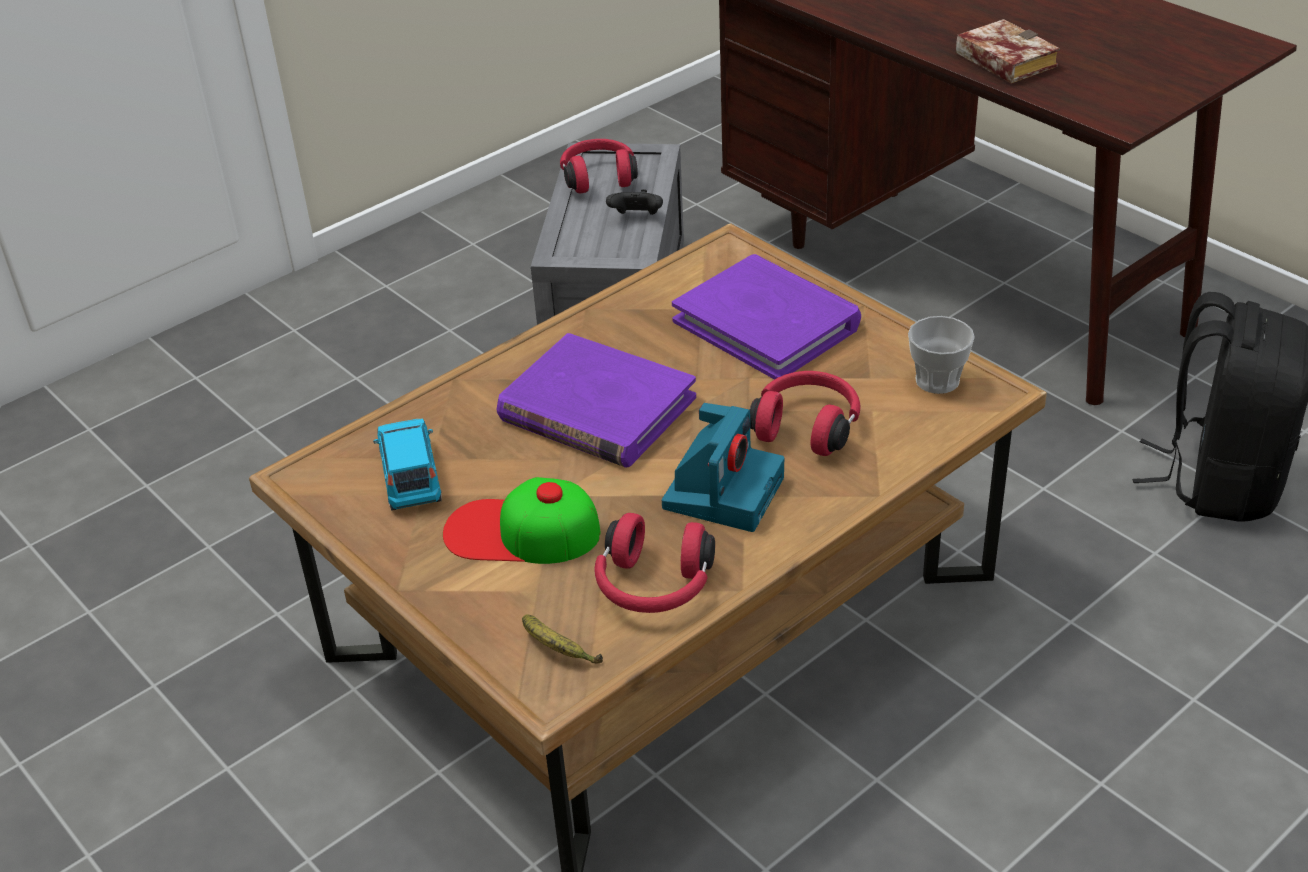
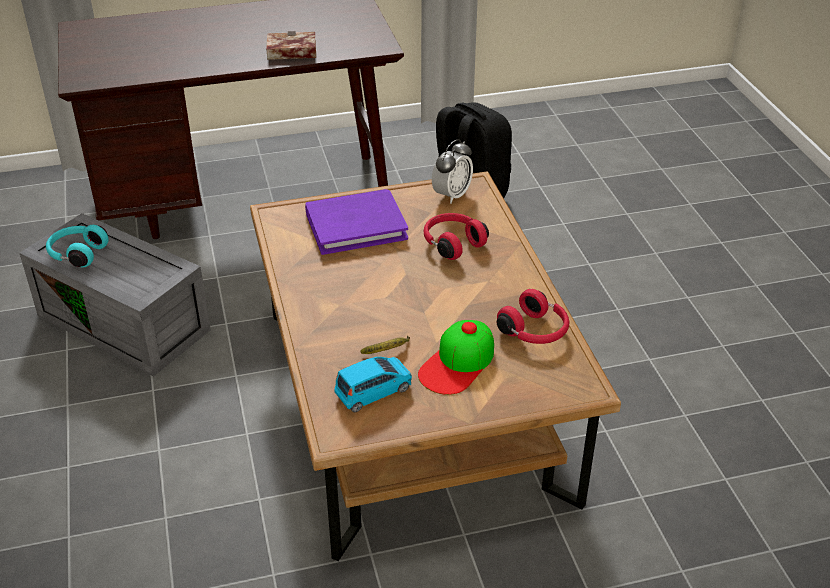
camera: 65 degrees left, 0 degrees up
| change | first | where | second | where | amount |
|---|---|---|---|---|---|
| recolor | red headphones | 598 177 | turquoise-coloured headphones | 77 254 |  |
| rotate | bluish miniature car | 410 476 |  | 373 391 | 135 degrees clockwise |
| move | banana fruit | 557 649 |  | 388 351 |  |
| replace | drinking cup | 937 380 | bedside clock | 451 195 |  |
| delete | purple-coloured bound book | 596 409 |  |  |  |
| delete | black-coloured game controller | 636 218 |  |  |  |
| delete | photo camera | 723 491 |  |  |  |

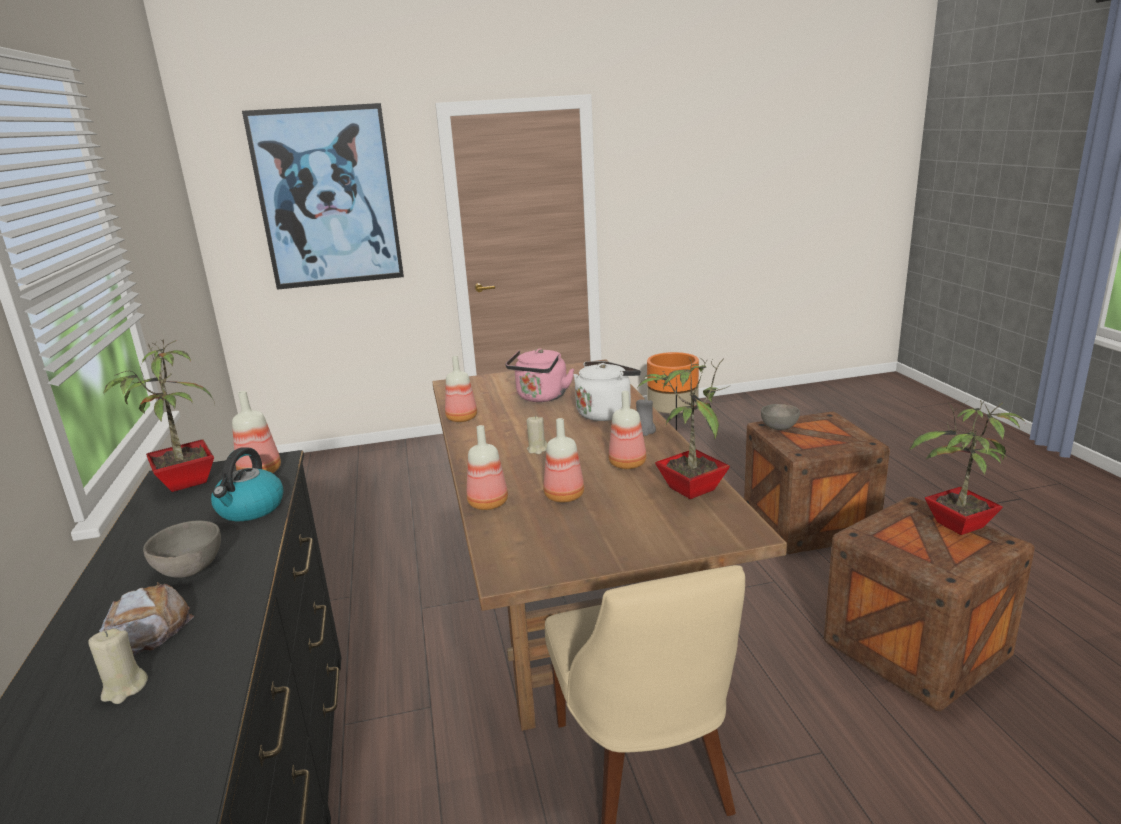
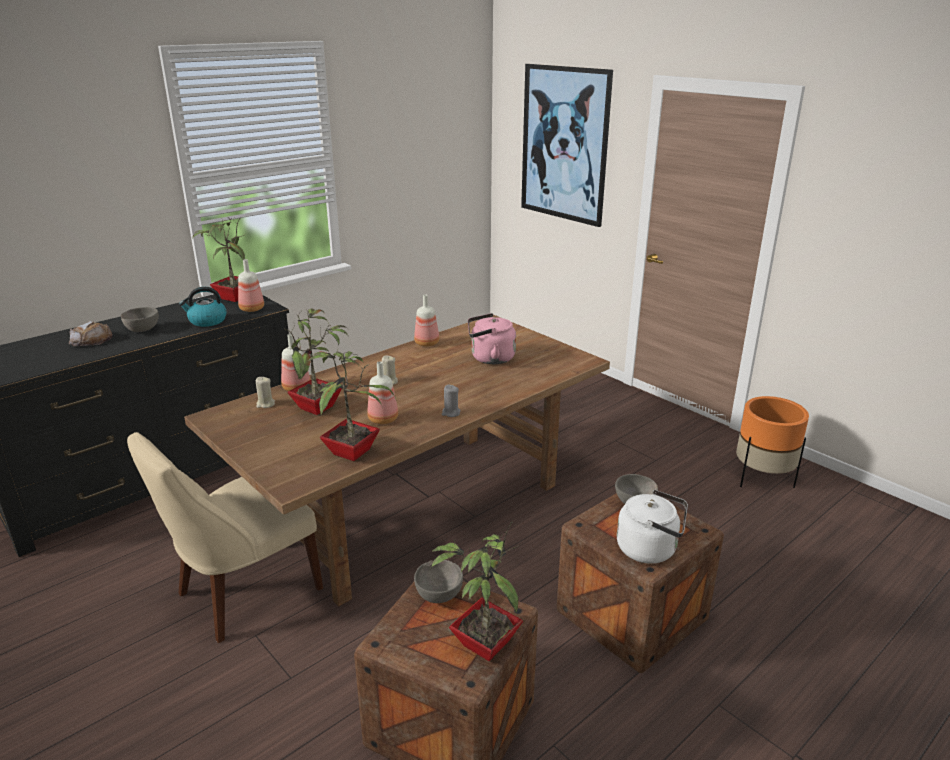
camera: 60 degrees right, 5 degrees up
| change | first | where | second | where | amount |
|---|---|---|---|---|---|
| move | sand-coloured wax light | 124 689 |  | 265 404 |  |
| replace | beverage bottle | 563 496 | houseplant | 318 408 |  |
| insert |  |  | grey serving bowl | 439 595 |  |
| move | whitish kettle | 605 412 |  | 650 549 |  |

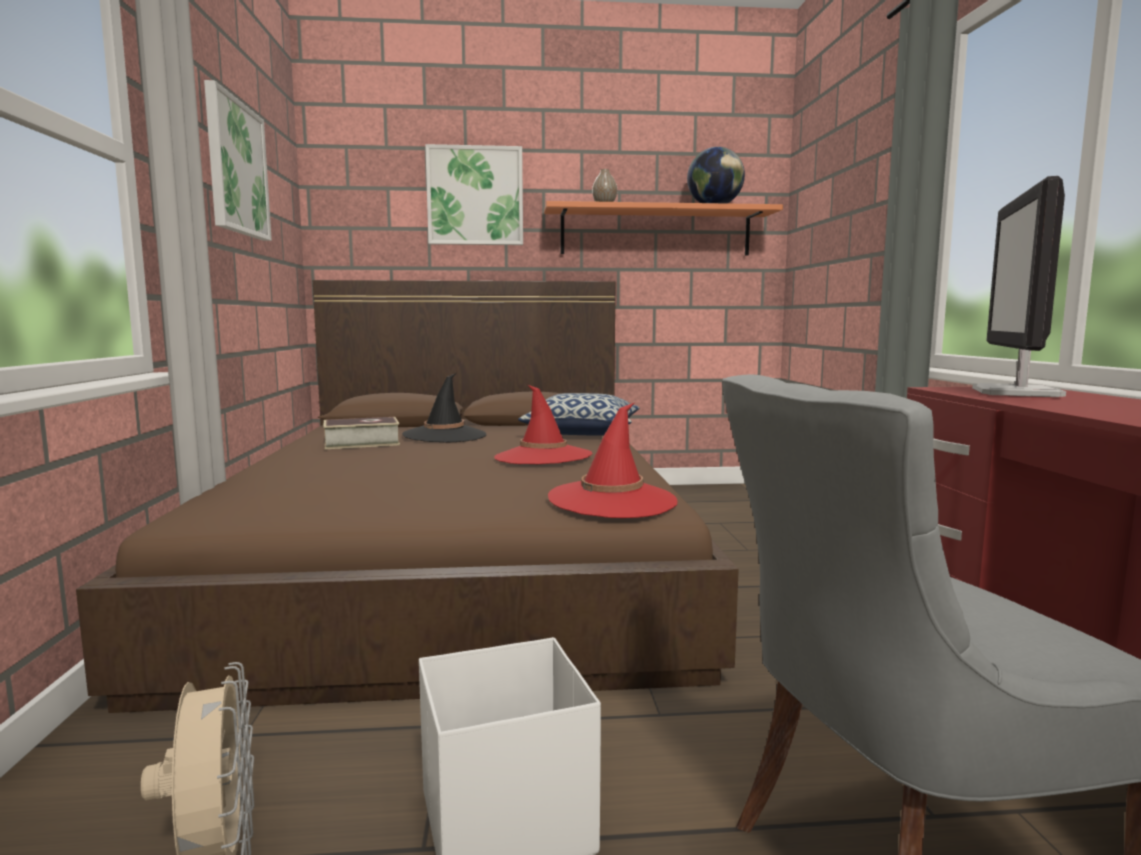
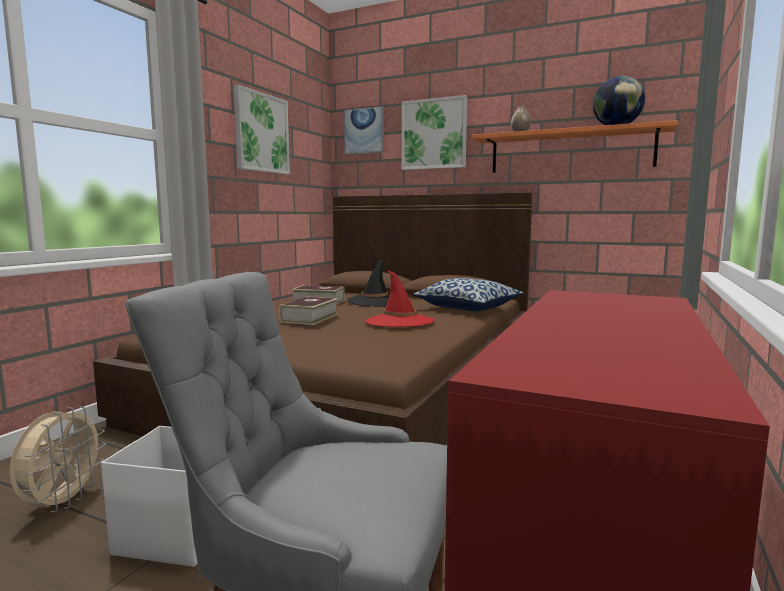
camera: 30 degrees right, 0 degrees up
| change | first | where | second | where | amount |
|---|---|---|---|---|---|
| insert |  |  | bound book | 309 318 |  |
| insert |  |  | wall picture | 364 131 |  |
| delete | red wearable hat | 612 500 |  |  |  |
| delete | computer display | 1017 393 |  |  |  |

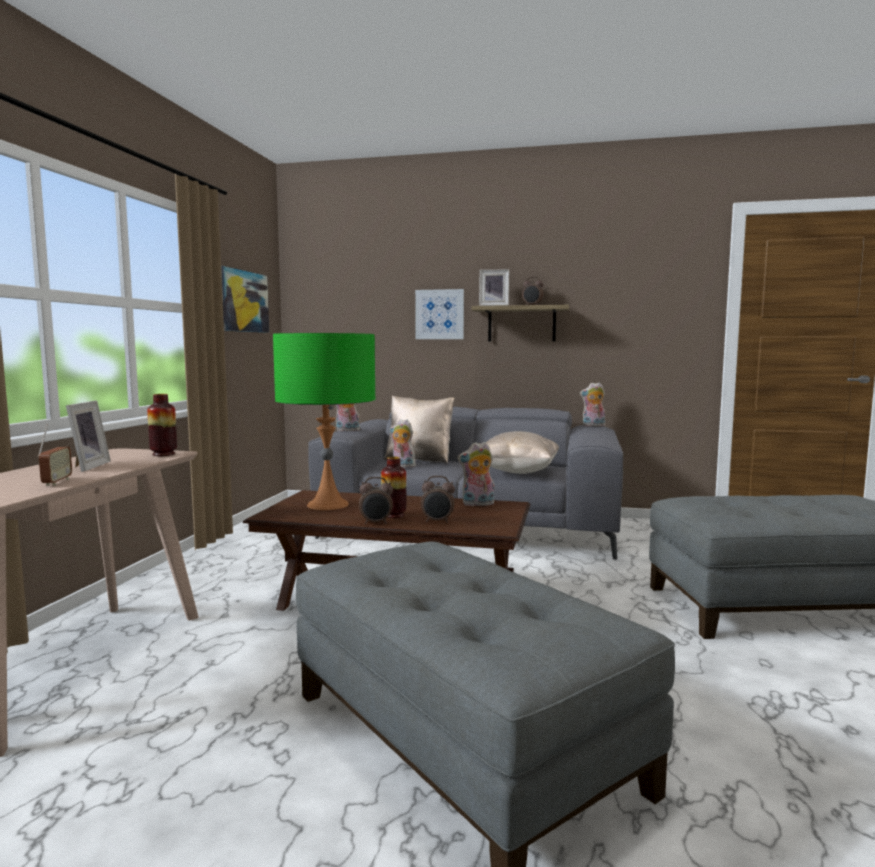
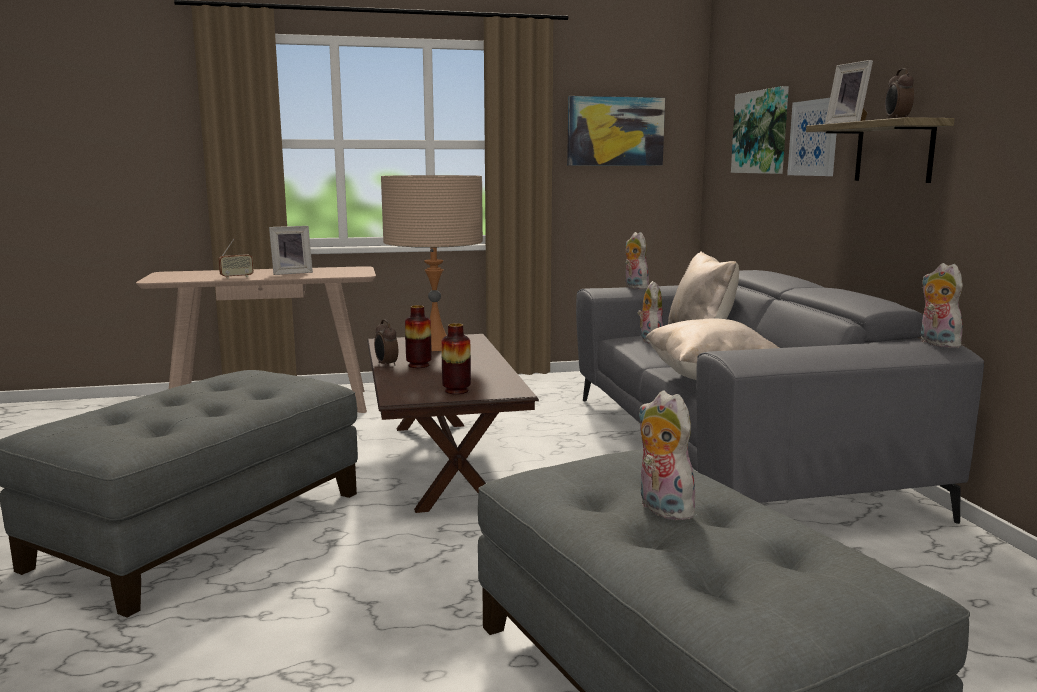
camera: 65 degrees right, 5 degrees up
| change | first | where | second | where | amount |
|---|---|---|---|---|---|
| recolor | green table lamp | 328 505 | sand-coloured table lamp | 435 346 |  |
| move | decorative vase | 163 454 |  | 456 391 |  |
| move | soft toy | 477 504 |  | 661 509 |  |
| insert |  |  | wall picture | 761 132 |  |
| delete | bedside clock | 437 521 |  |  |  |

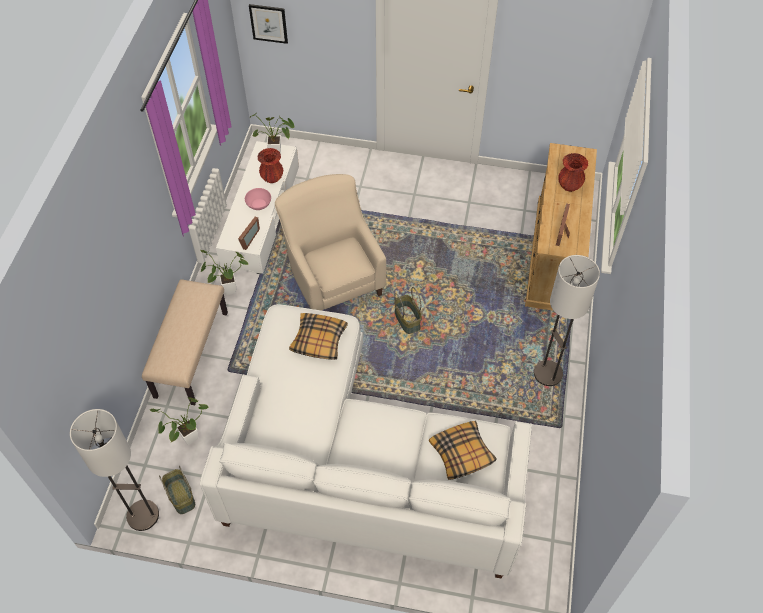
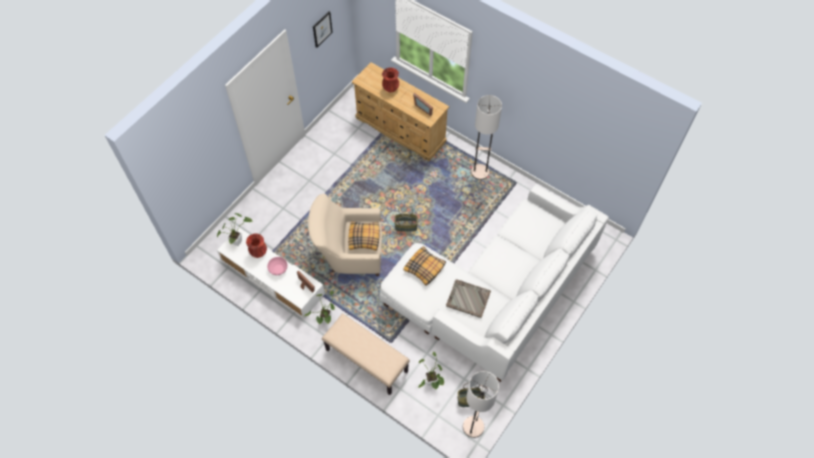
camera: 65 degrees left, 5 degrees up
| change | first | where | second | where | amount |
|---|---|---|---|---|---|
| move | wall picture | 268 23 |  | 322 29 |  |
| move | pillow | 461 454 |  | 364 238 |  |
| insert |  |  | grey tray | 467 298 |  |

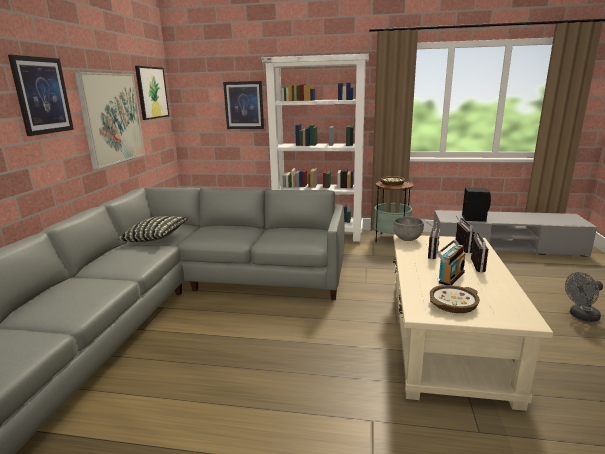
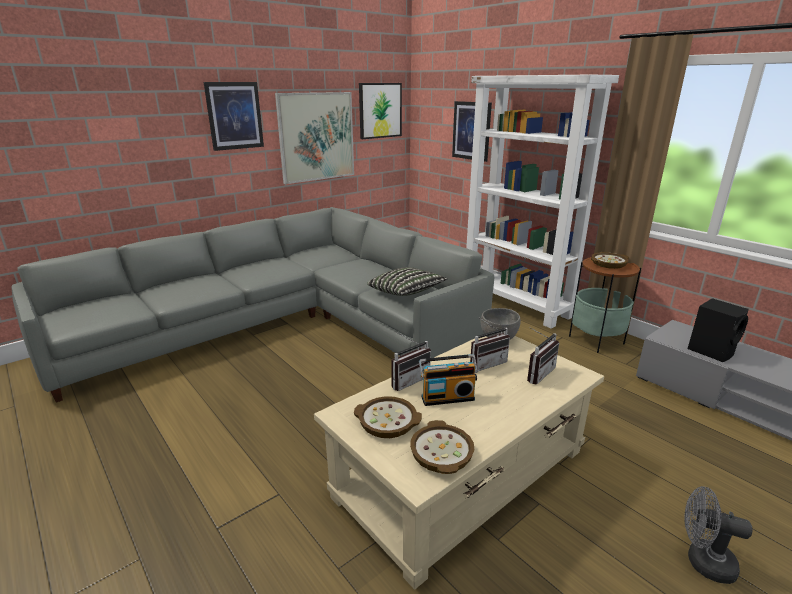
camera: 40 degrees right, 5 degrees up
| change | first | where | second | where | amount |
|---|---|---|---|---|---|
| move | pillow | 156 238 |  | 406 293 |  |
| move | radio receiver | 473 265 |  | 408 380 |  |
| insert |  |  | serving bowl | 441 454 |  |

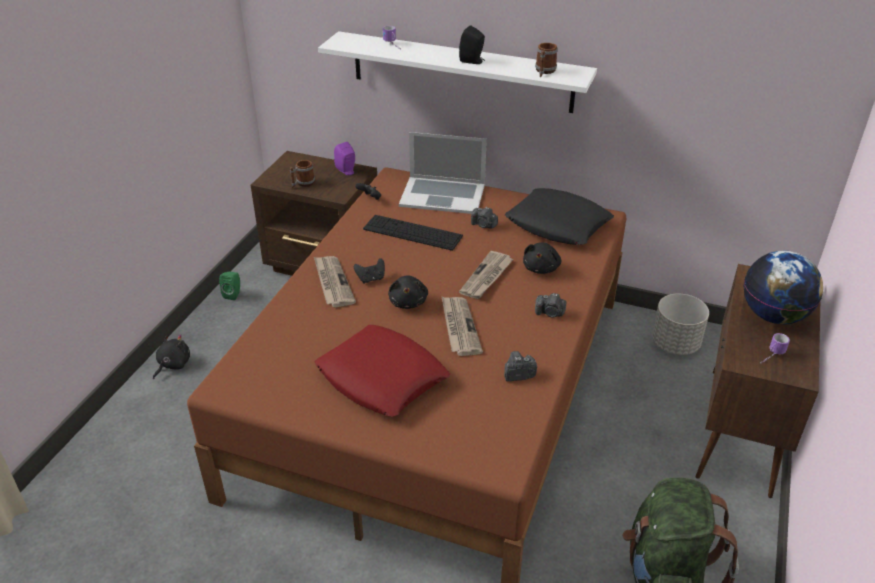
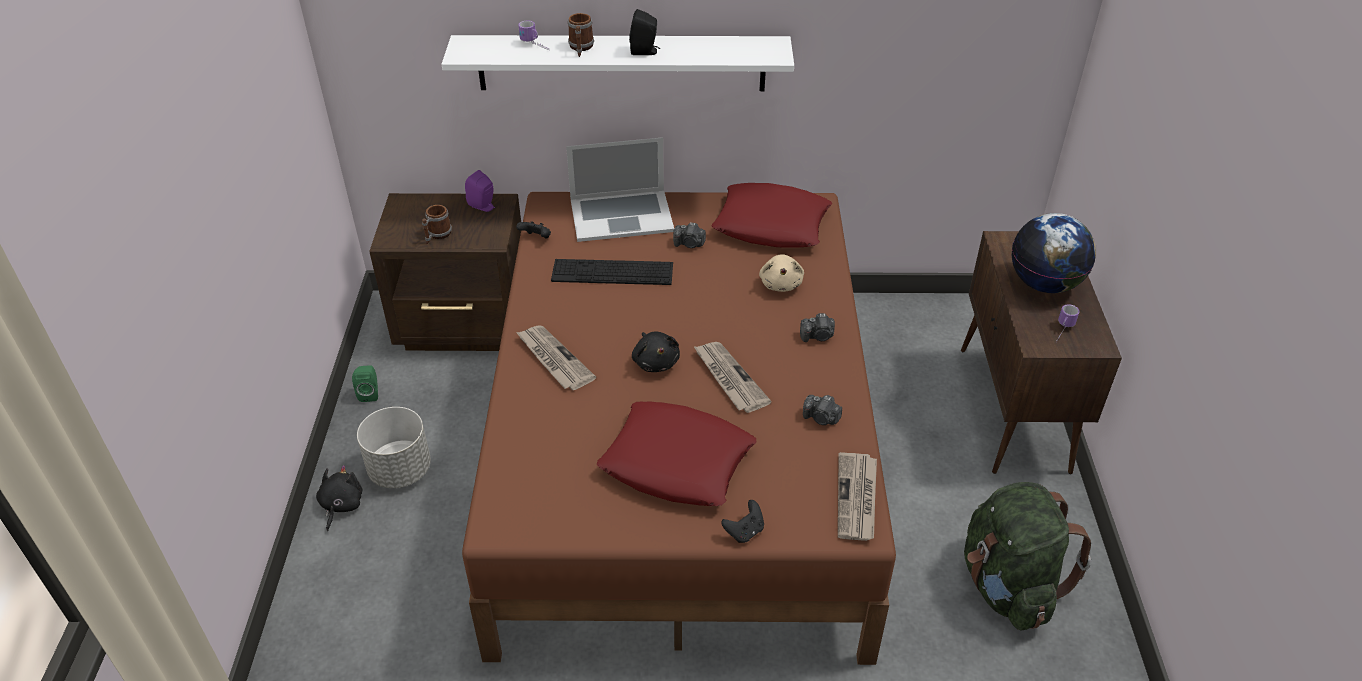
camera: 20 degrees left, 5 degrees up
| change | first | where | second | where | amount |
|---|---|---|---|---|---|
| move | grey planter | 675 344 |  | 400 470 |  |
| move | coffee mug | 544 72 |  | 581 48 |  |
| recolor | black-coloured pillow | 558 224 | red pillow | 771 224 |  |
| move | black-coloured game controller | 371 279 |  | 744 531 |  |
| recolor | black-coloured soft toy | 541 268 | sand-coloured soft toy | 781 283 |  |
| rotate | photo camera | 518 375 |  | 821 418 | 120 degrees counterclockwise |
| move | daily paper | 486 277 |  | 857 499 |  |

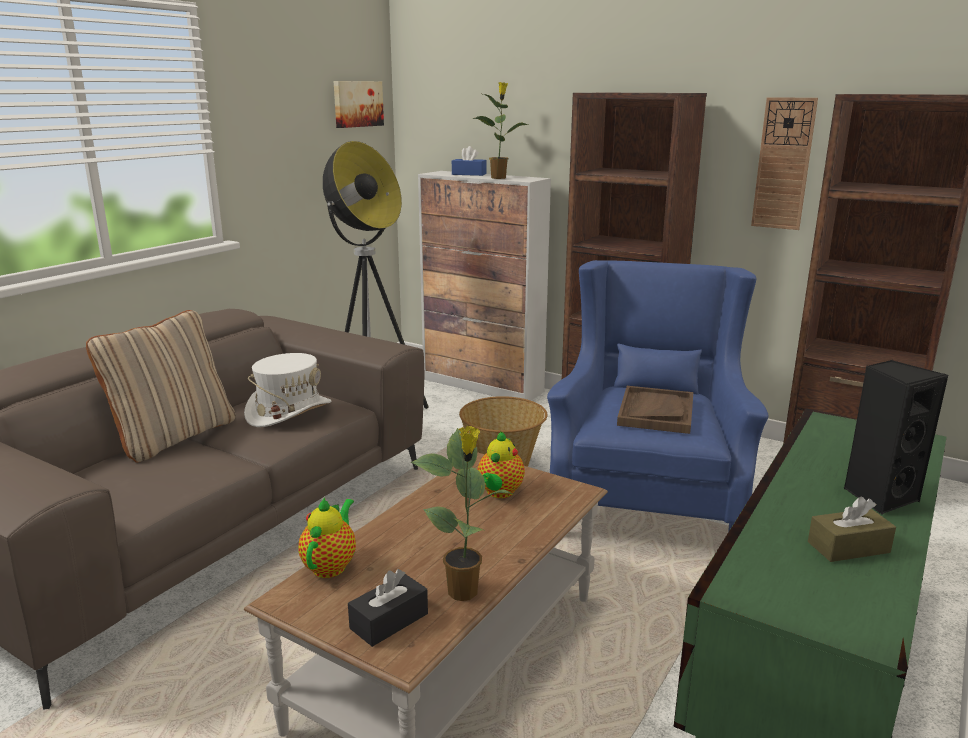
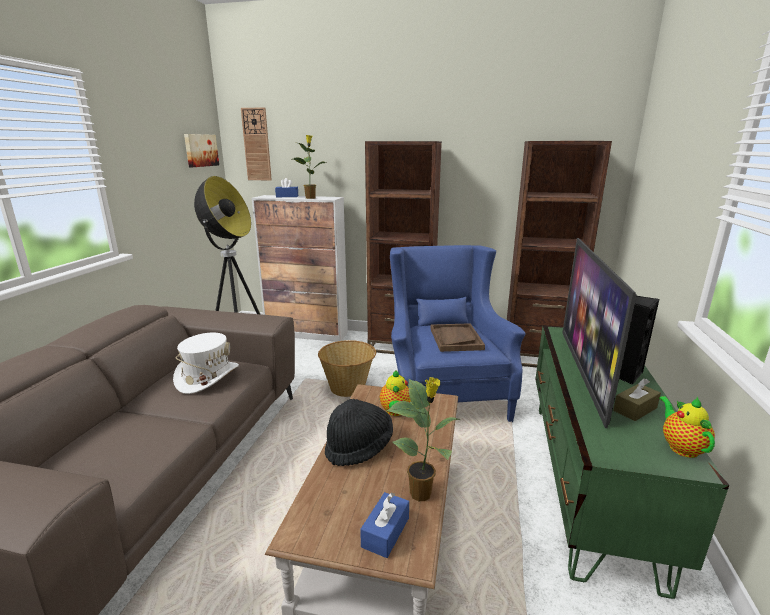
camera: 20 degrees left, 0 degrees up
| change | first | where | second | where | amount |
|---|---|---|---|---|---|
| move | hanging clock | 783 164 |  | 256 144 |  |
| insert |  |  | black-coloured wearable hat | 359 447 |  |
| recolor | black-coloured box of tissues | 389 621 | bluish box of tissues | 385 532 |  |
| insert |  |  | television | 584 372 |  |
| move | pot for tea | 331 565 |  | 681 447 |  |
| delete | sand-coloured pillow | 173 437 |  |  |  |

